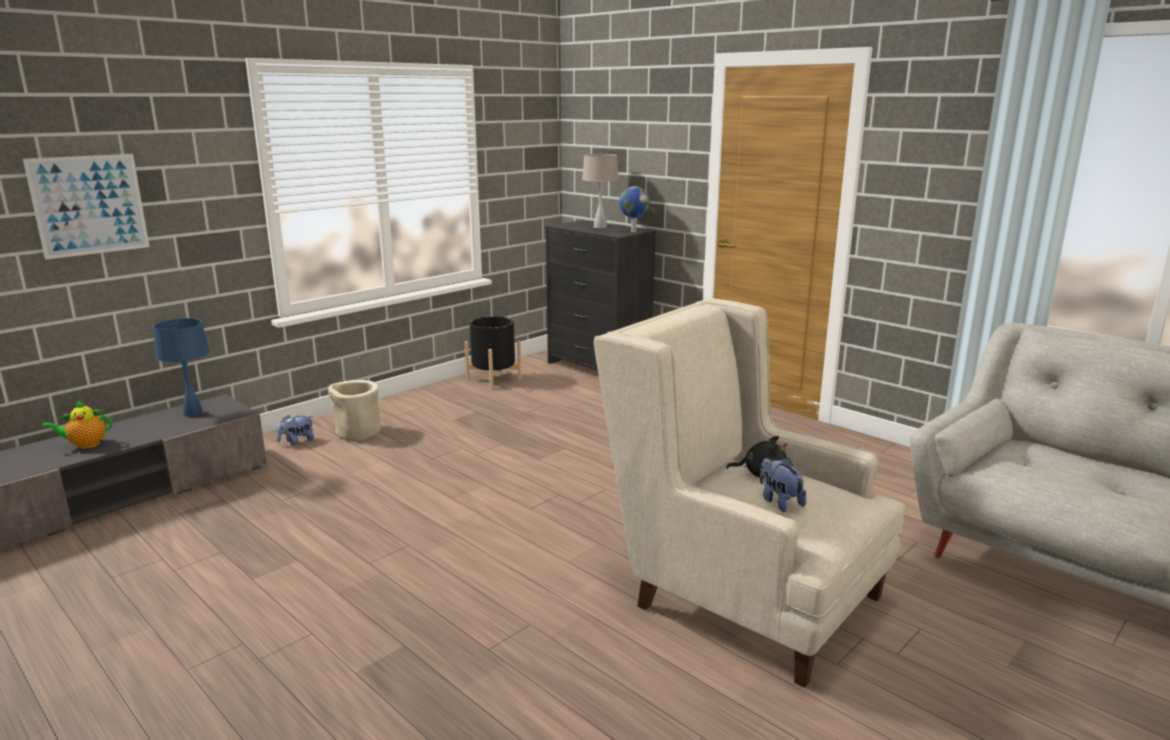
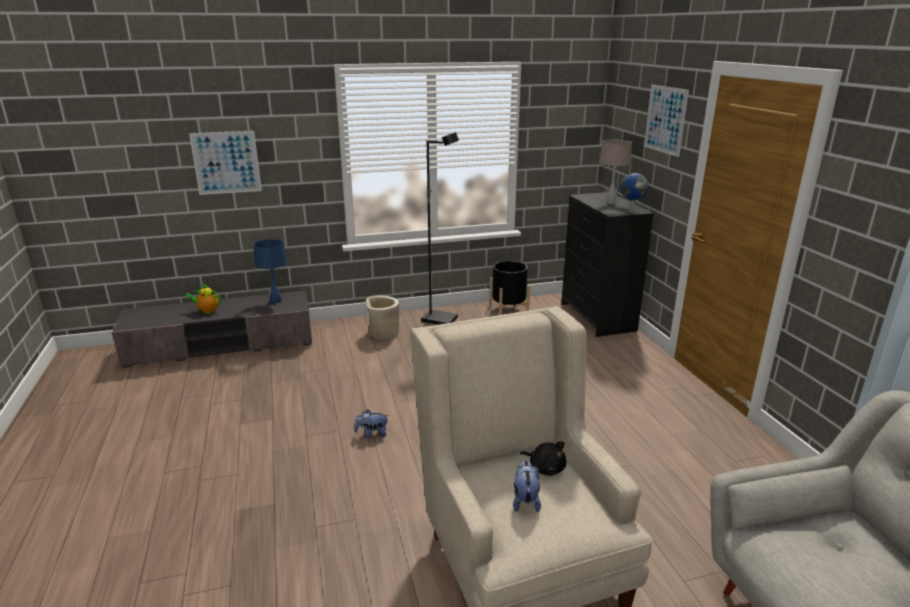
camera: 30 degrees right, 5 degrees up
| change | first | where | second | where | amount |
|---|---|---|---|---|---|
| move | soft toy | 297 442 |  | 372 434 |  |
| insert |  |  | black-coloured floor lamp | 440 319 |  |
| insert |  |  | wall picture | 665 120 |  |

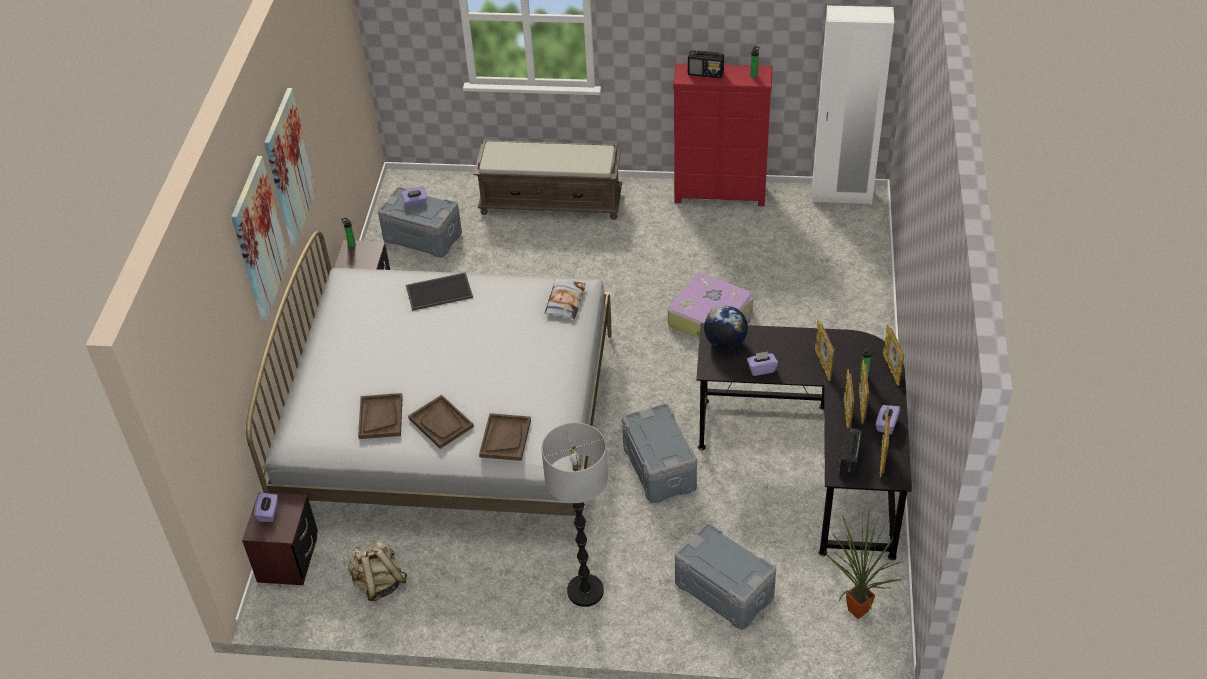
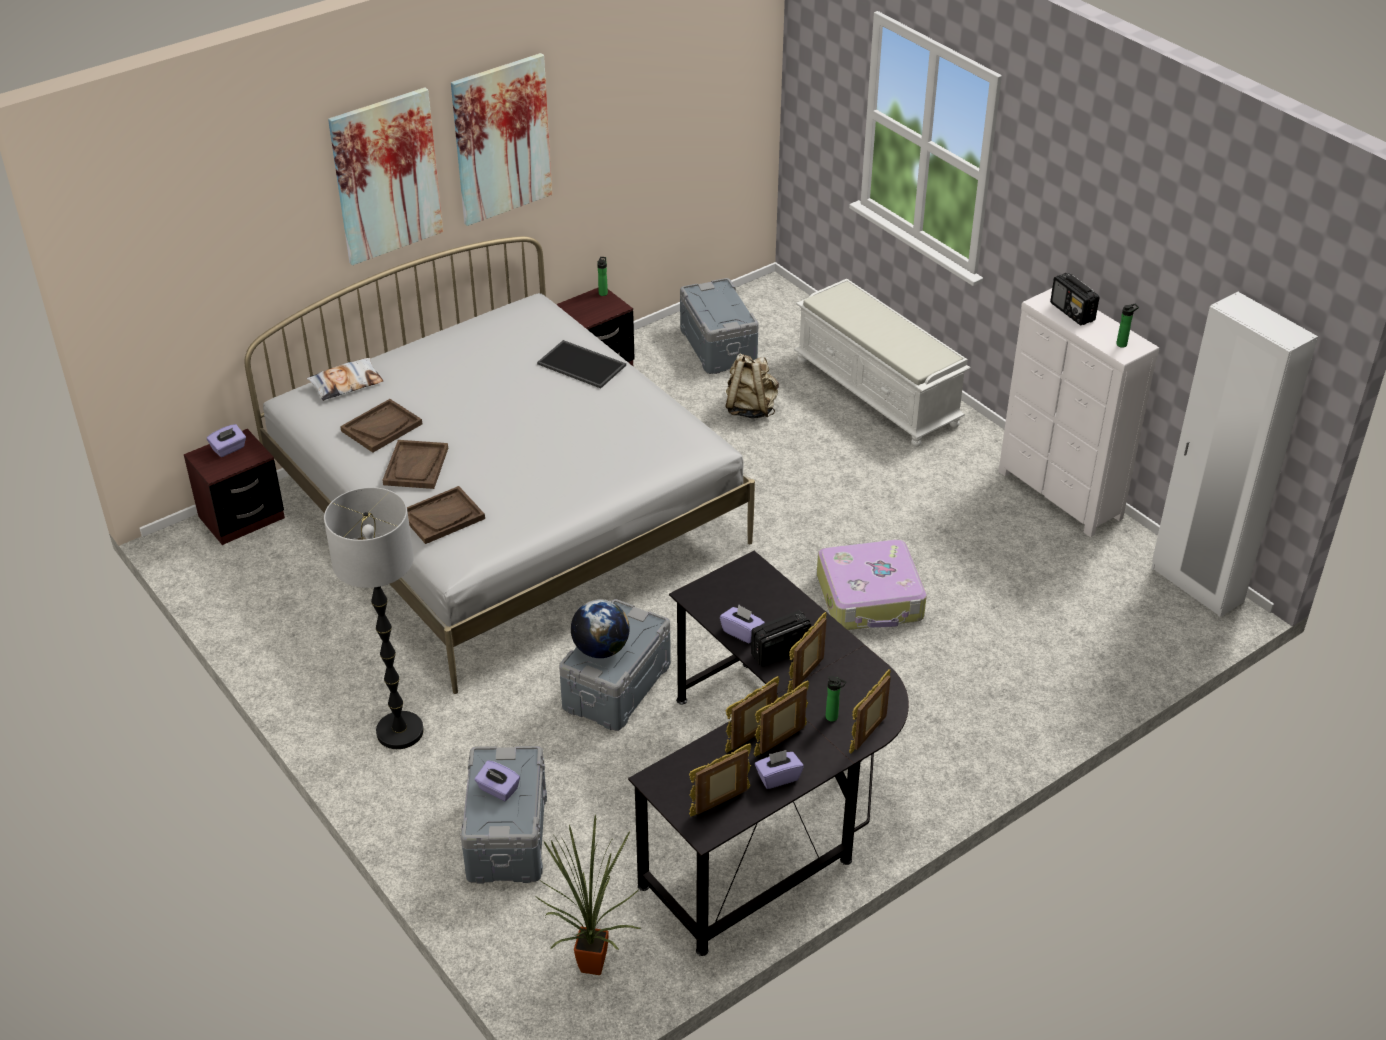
camera: 45 degrees right, 5 degrees down
| change | first | where | second | where | amount |
|---|---|---|---|---|---|
| move | pillow | 565 301 |  | 346 384 |  |
| move | purple-coloured box of tissues | 415 203 |  | 498 790 |  |
| move | desk globe | 725 342 |  | 600 649 |  |
| move | sand-coloured backpack | 379 583 |  | 750 409 |  |
| move | radio receiver | 849 461 |  | 779 651 |  |
| recolor | brown-coloured long seat | 552 202 | whitish long seat | 878 392 |  |
| recolor | red drawer chest | 720 195 | whitish drawer chest | 1059 495 |  |

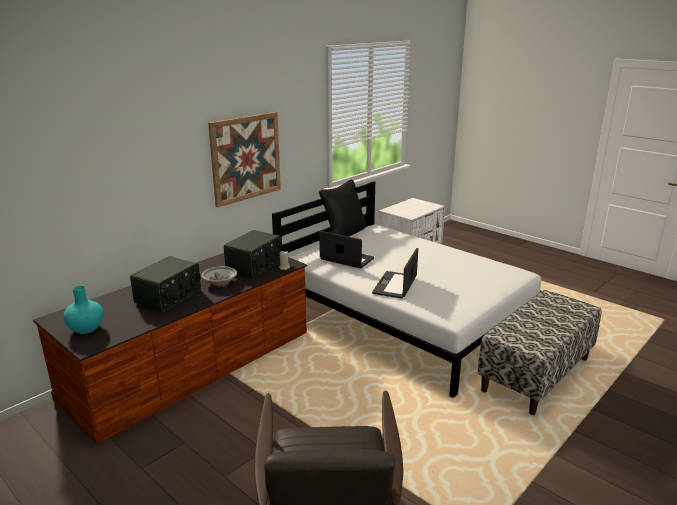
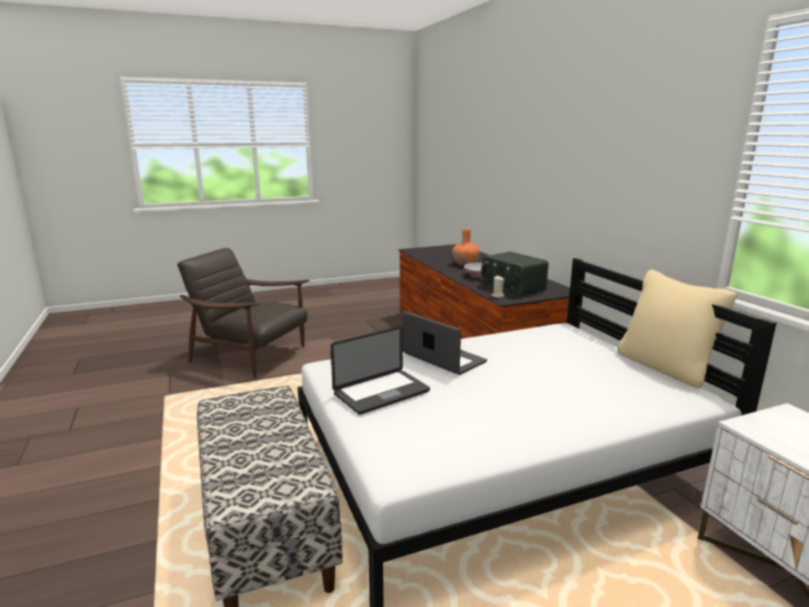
camera: 115 degrees right, 5 degrees down
| change | first | where | second | where | amount |
|---|---|---|---|---|---|
| move | notebook computer | 346 259 |  | 381 393 |  |
| replace | radio receiver | 169 296 | orangey decorative vase | 465 264 |  |
| recolor | black-coloured pillow | 343 234 | sand-coloured pillow | 665 367 |  |
| delete | turquoise-coloured decorative vase | 86 329 |  |  |  |
| delete | wall picture | 246 158 |  |  |  |

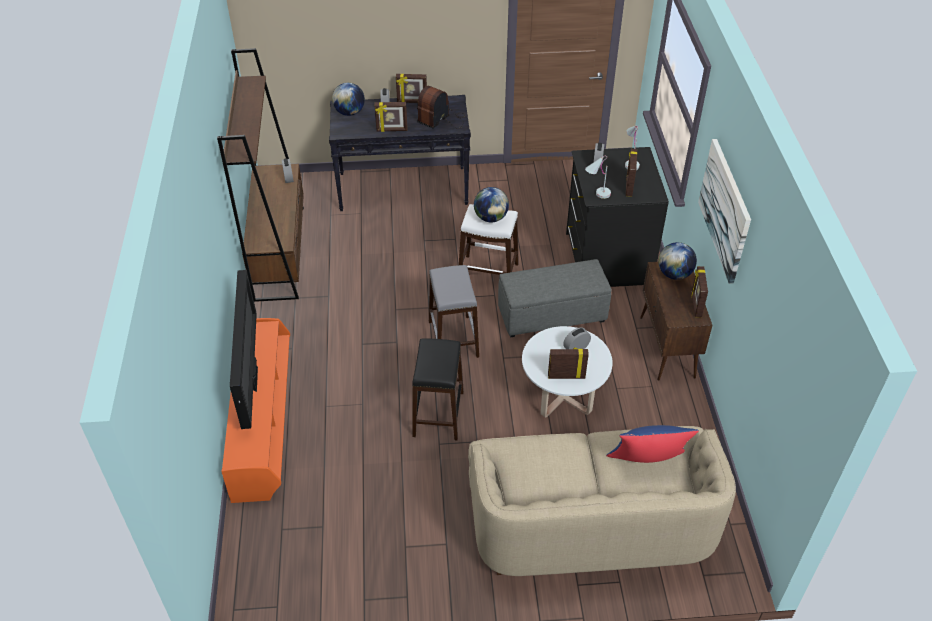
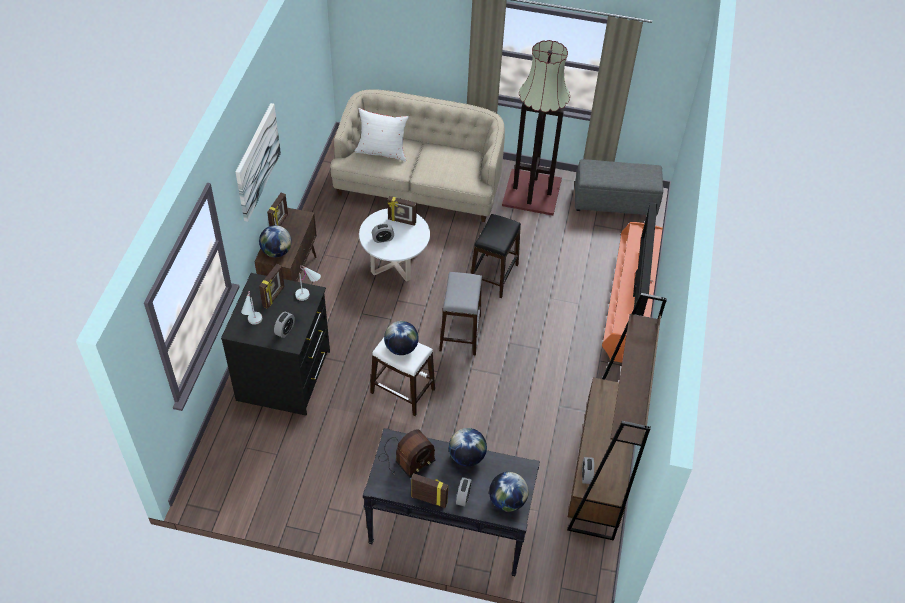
camera: 165 degrees left, 5 degrees up
| change | first | where | second | where | amount |
|---|---|---|---|---|---|
| recolor | bluish pillow | 647 463 | whitish pillow | 382 151 |  |
| replace | standing frame | 392 130 | desk globe | 467 456 |  |
| insert |  |  | floor lamp | 533 192 |  |
| move | grey ottoman | 551 315 |  | 615 202 |  |

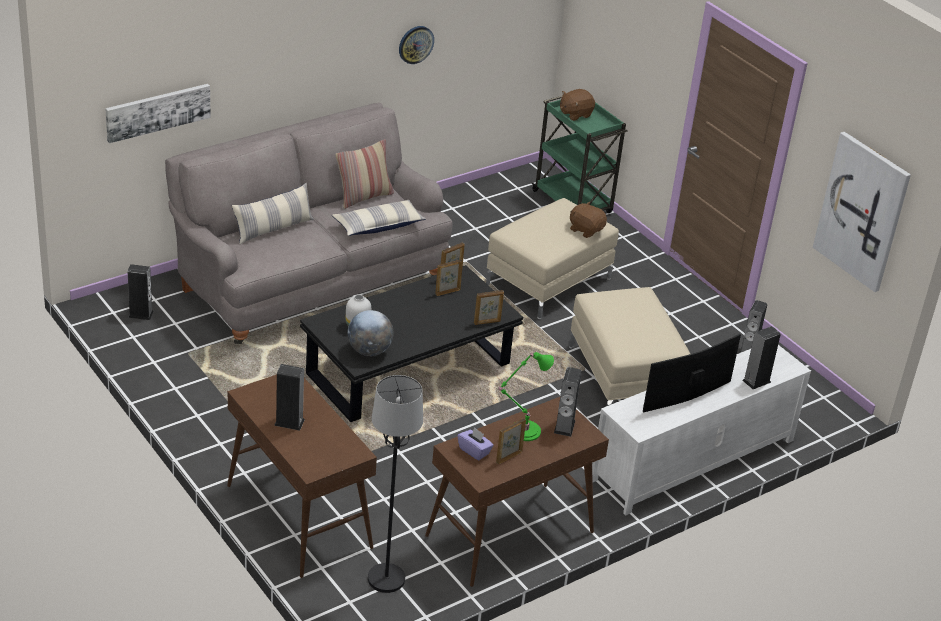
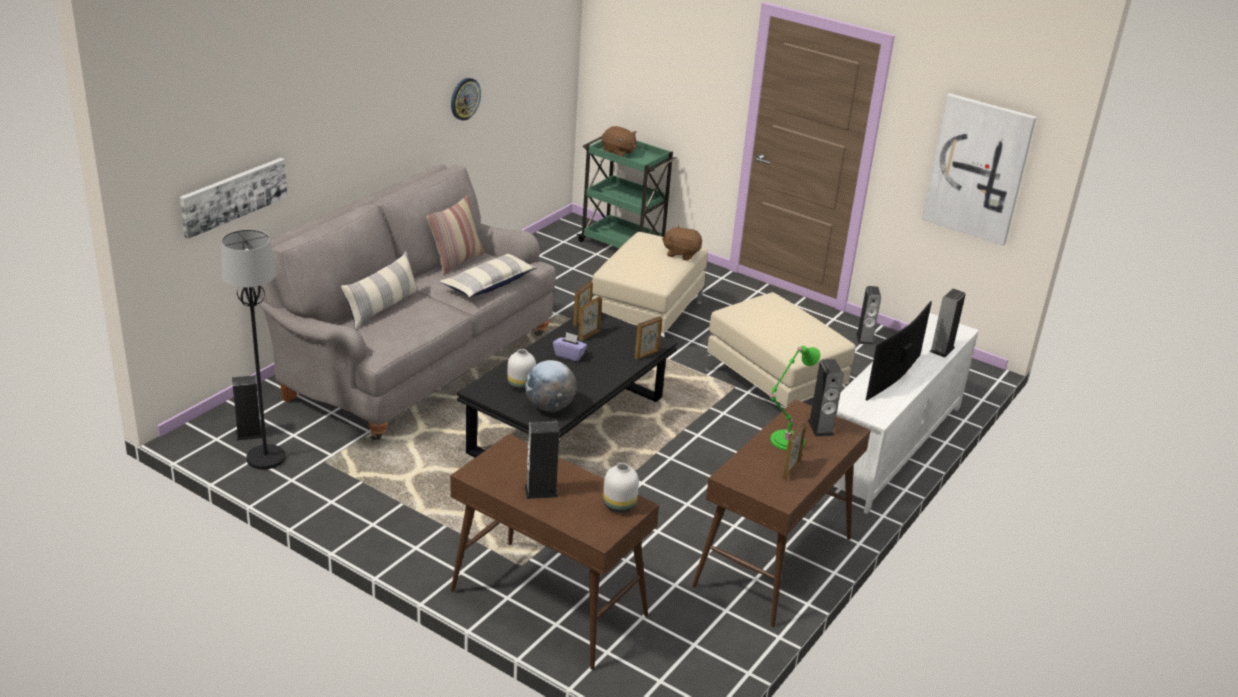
camera: 20 degrees left, 5 degrees down
| change | first | where | second | where | amount |
|---|---|---|---|---|---|
| move | black-coloured floor lamp | 385 579 |  | 265 458 |  |
| move | purple-coloured box of tissues | 474 451 |  | 569 355 |  |
| rotate | brown-coloured soft toy | 575 114 |  | 618 152 | 90 degrees counterclockwise |
| insert |  |  | whitish decorative vase | 619 506 |  |

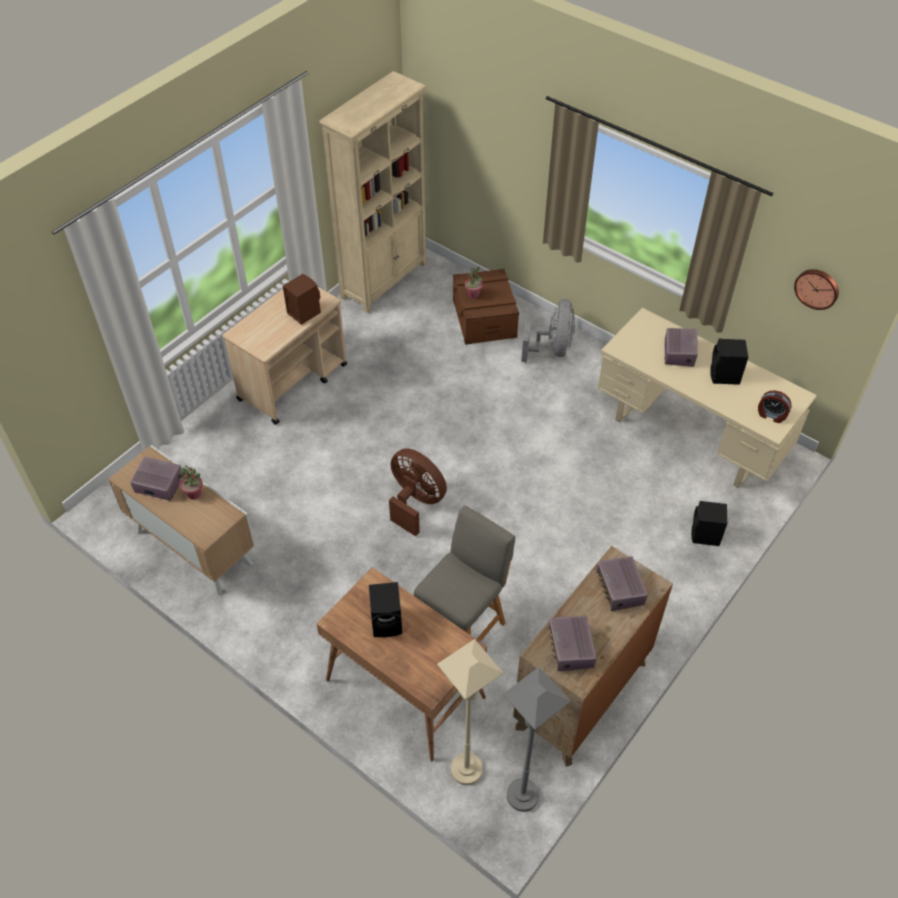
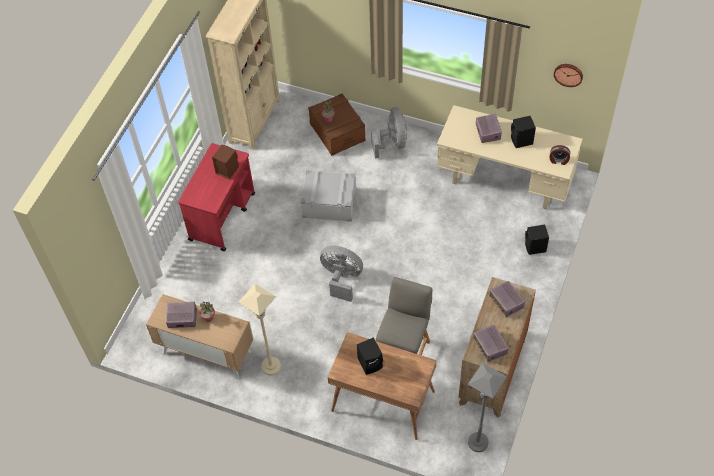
camera: 15 degrees left, 5 degrees up
| change | first | where | second | where | amount |
|---|---|---|---|---|---|
| recolor | sand-coloured cart | 293 382 | red cart | 222 216 |  |
| move | sand-coloured floor lamp | 466 770 |  | 271 366 |  |
| insert |  |  | grey storage bin | 329 203 |  |
| recolor | brown-coloured electric fan | 415 502 | grey electric fan | 342 279 |  |

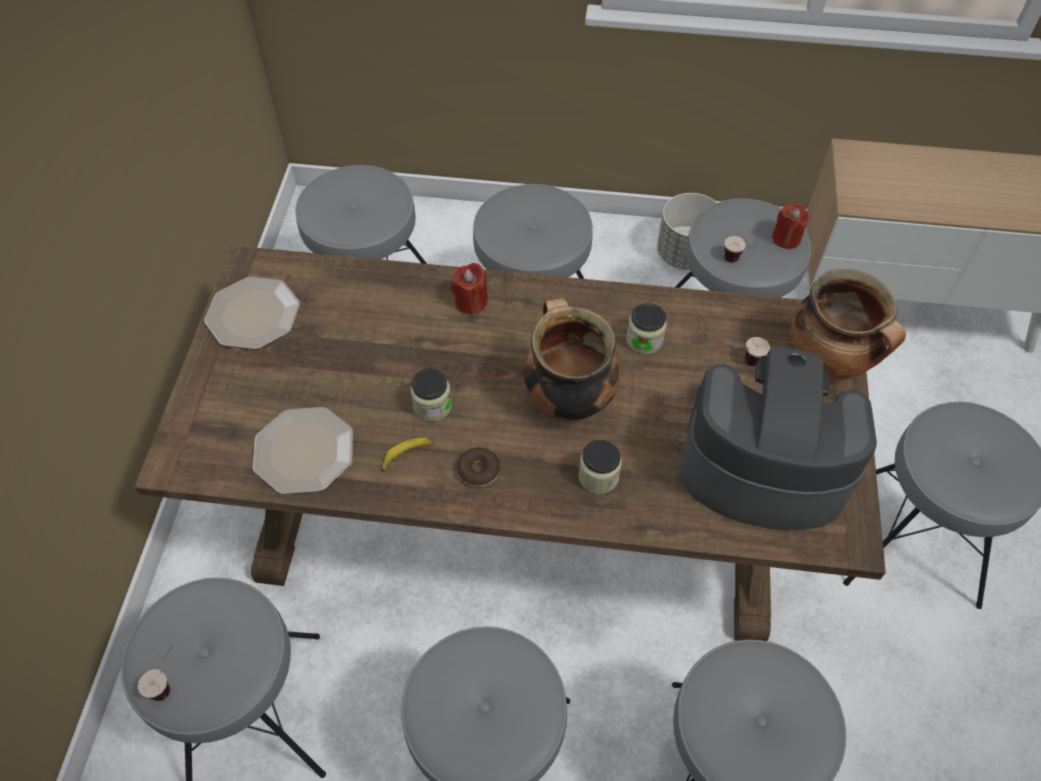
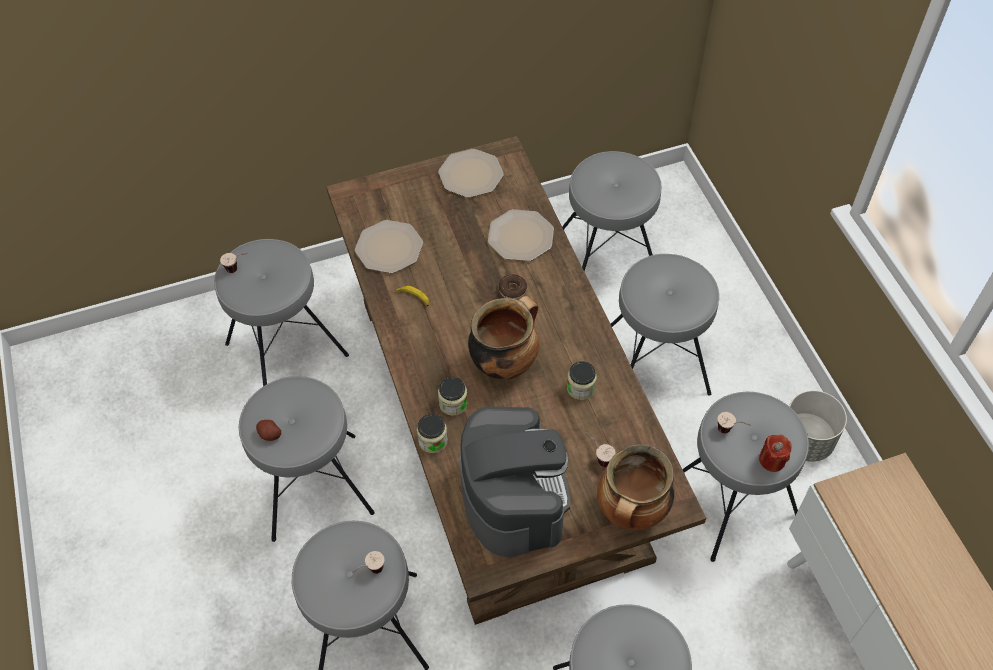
camera: 65 degrees right, 0 degrees up
| change | first | where | second | where | amount |
|---|---|---|---|---|---|
| insert |  |  | spud | 270 434 |  |
| insert |  |  | drinking cup | 370 573 |  |
| move | storage jar | 432 405 |  | 433 440 |  |
| insert |  |  | dinner plate | 521 237 |  |
| move | donut | 479 471 |  | 512 290 |  |
| delete | red wax light | 471 302 |  |  |  |

